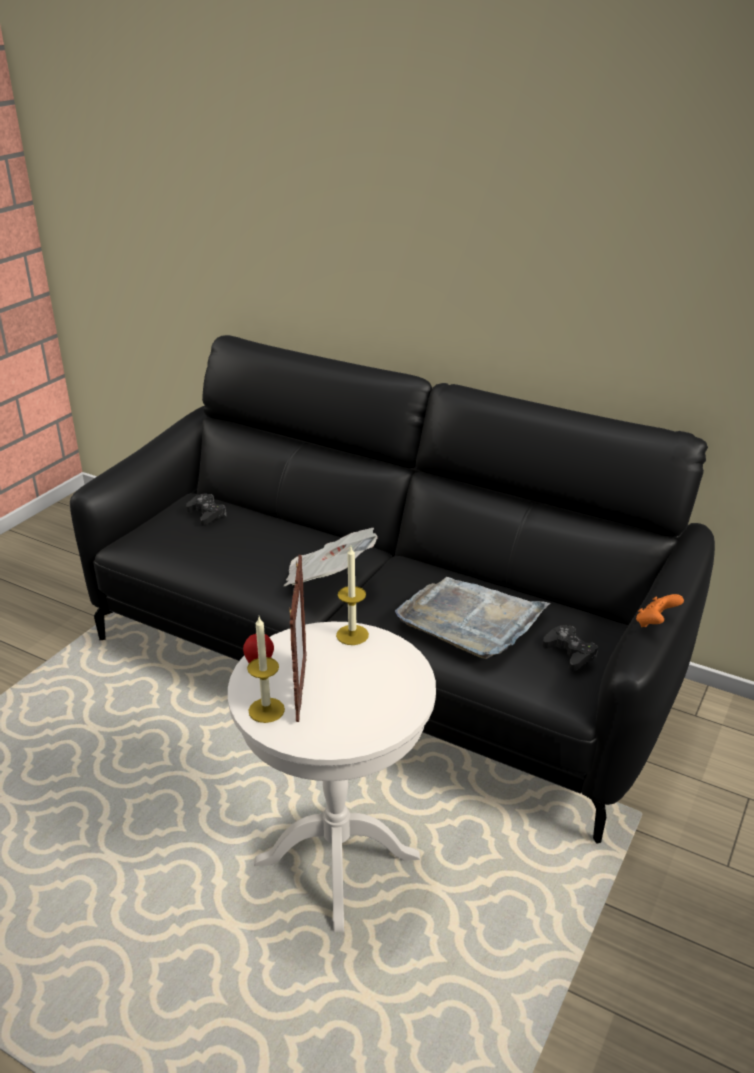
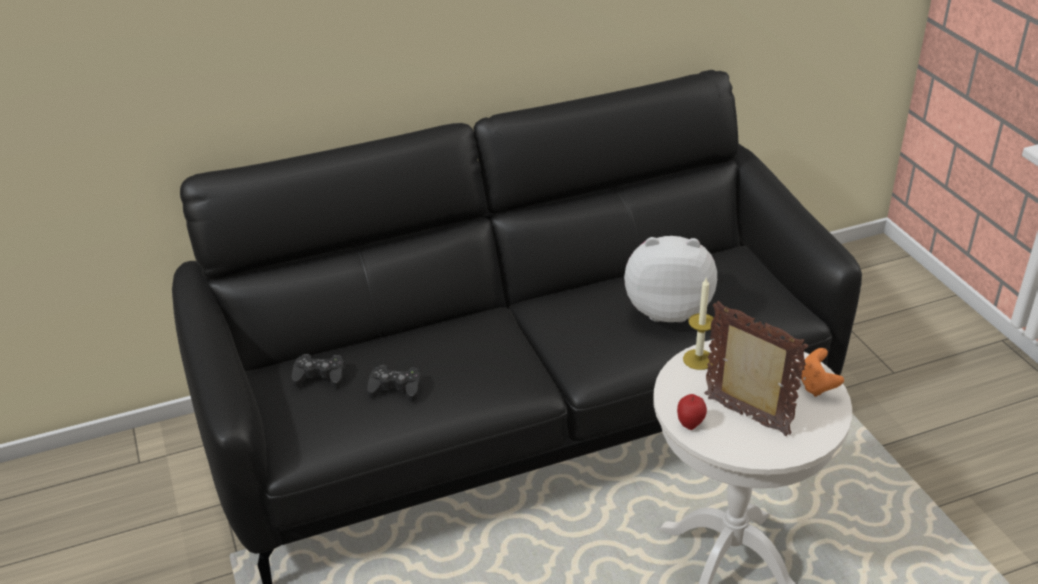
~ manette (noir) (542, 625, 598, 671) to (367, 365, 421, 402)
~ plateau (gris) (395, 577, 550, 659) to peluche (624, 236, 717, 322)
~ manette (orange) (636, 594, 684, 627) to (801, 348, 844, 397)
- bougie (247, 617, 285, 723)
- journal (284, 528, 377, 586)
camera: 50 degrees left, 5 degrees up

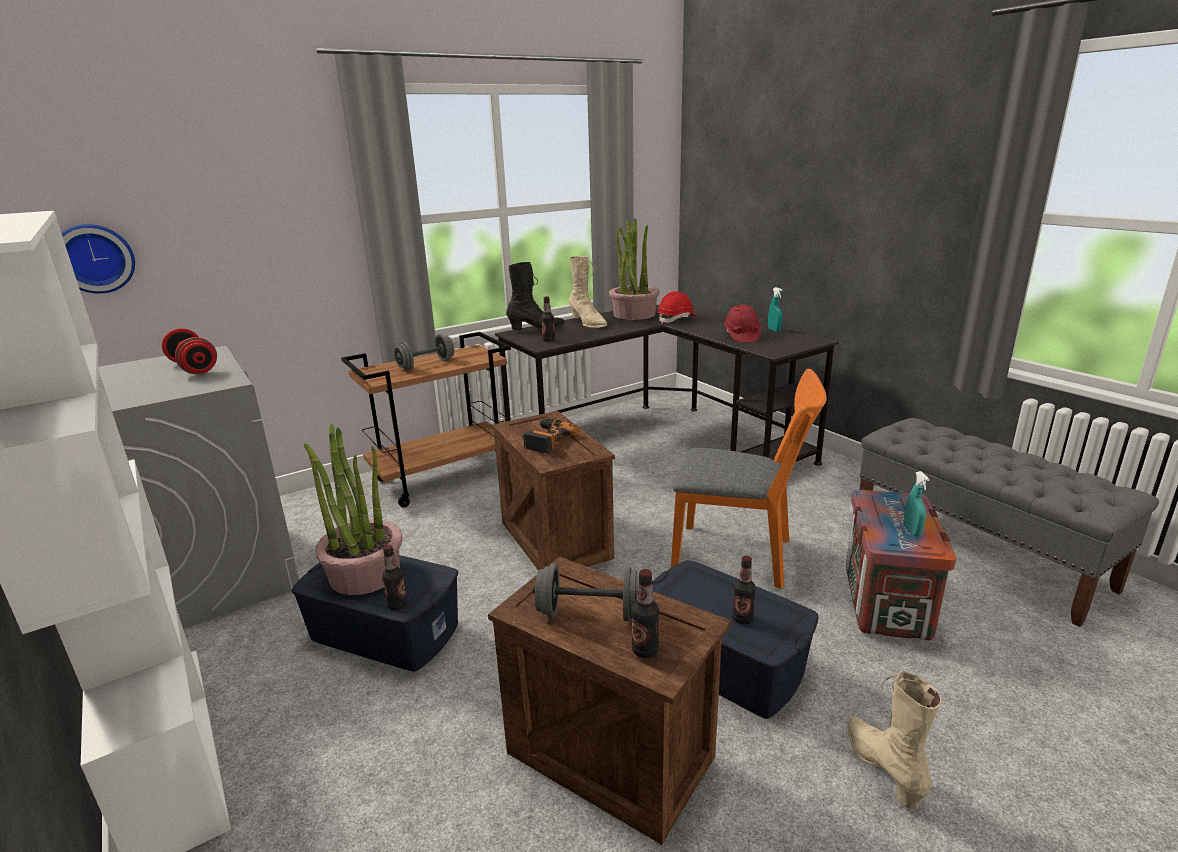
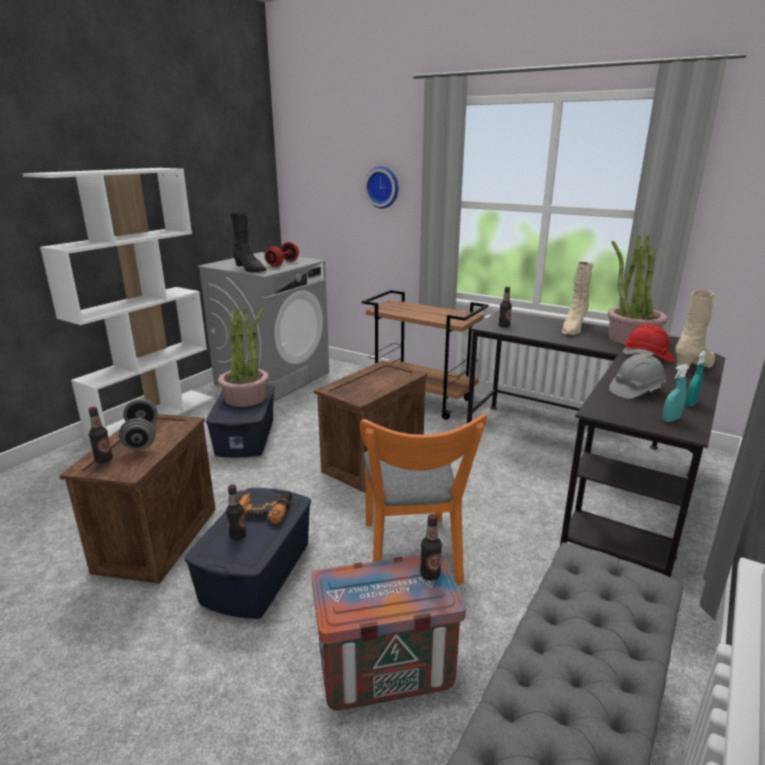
~ botte (noir) (506, 262, 565, 330) to (230, 212, 267, 273)
~ perceuse (523, 419, 580, 454) to (237, 490, 292, 524)
~ horloge murale (62, 224, 135, 294) to (364, 166, 398, 209)
~ bouteille (382, 545, 407, 610) to (420, 514, 442, 581)
~ casque de chantier (rouge) (723, 304, 761, 342) to casque de chantier (gris) (609, 354, 666, 399)
~ vaporisateur (turquoise) (903, 471, 930, 537) to (662, 364, 689, 422)
~ botte (beige) (847, 670, 942, 809) to (675, 290, 715, 369)
- haltère (gris) (394, 334, 454, 370)
camera: 65 degrees right, 0 degrees up

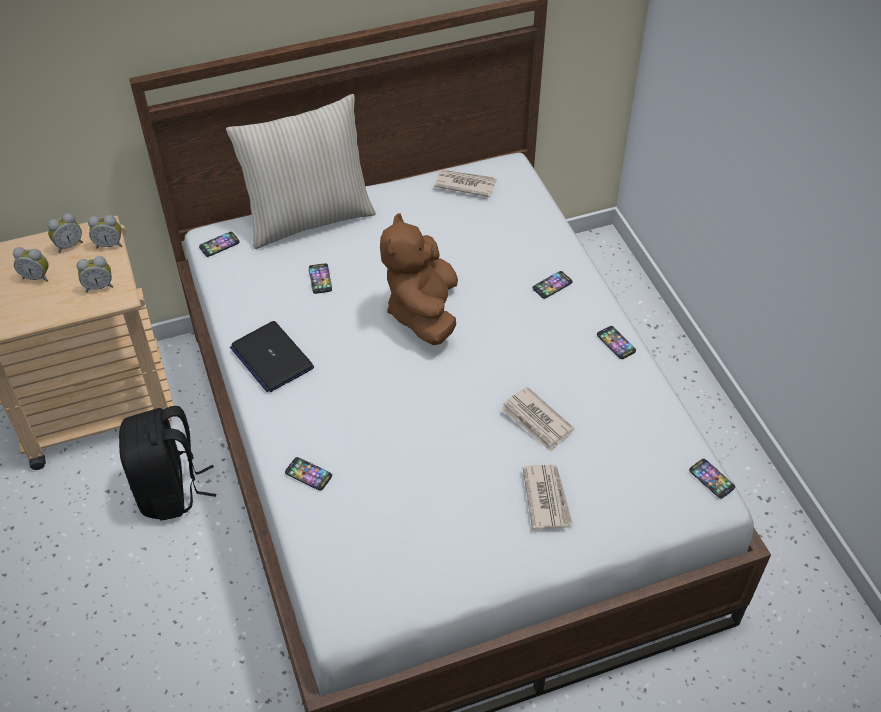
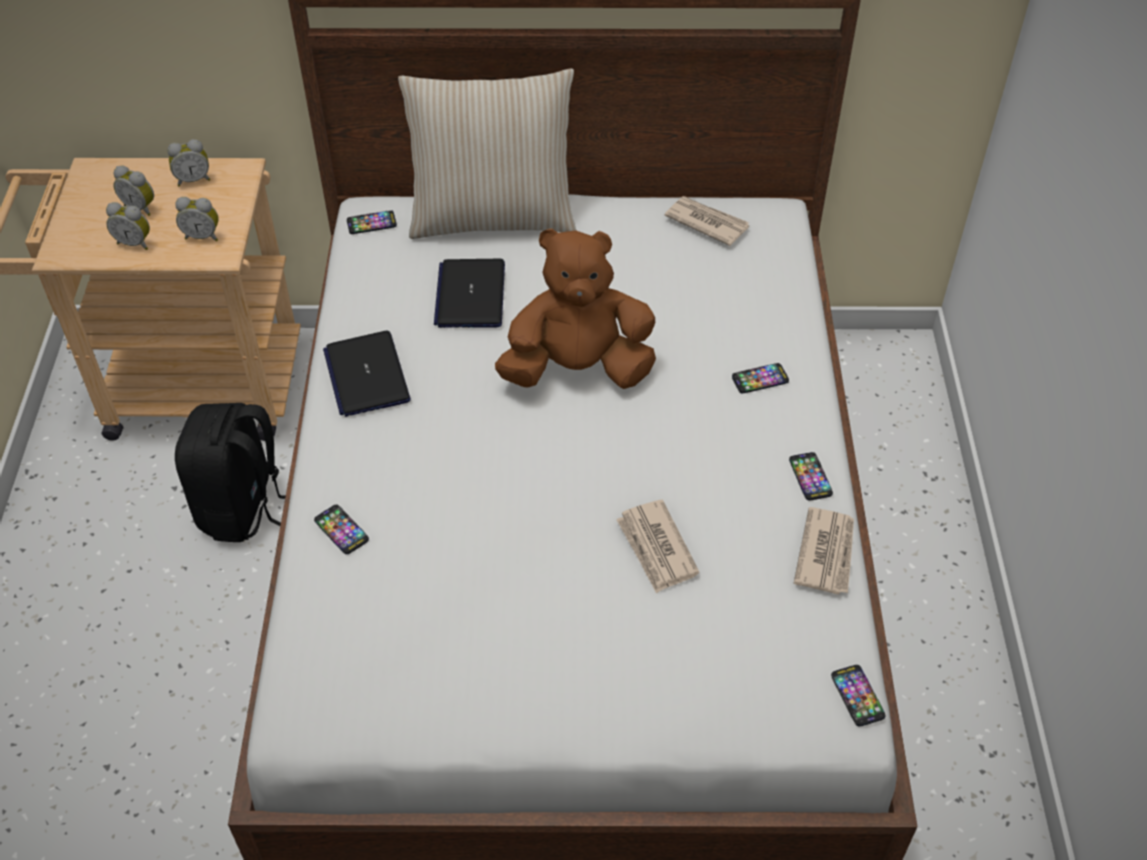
~ réveil (88, 215, 122, 249) to (106, 202, 150, 250)
~ téléphone (309, 263, 332, 294) to ordinateur portable (434, 259, 505, 328)
~ peluche (marron) (380, 213, 458, 345) = (495, 228, 656, 389) 60 degrees clockwise
~ journal (523, 465, 573, 530) to (794, 507, 854, 594)
camera: 20 degrees right, 0 degrees up

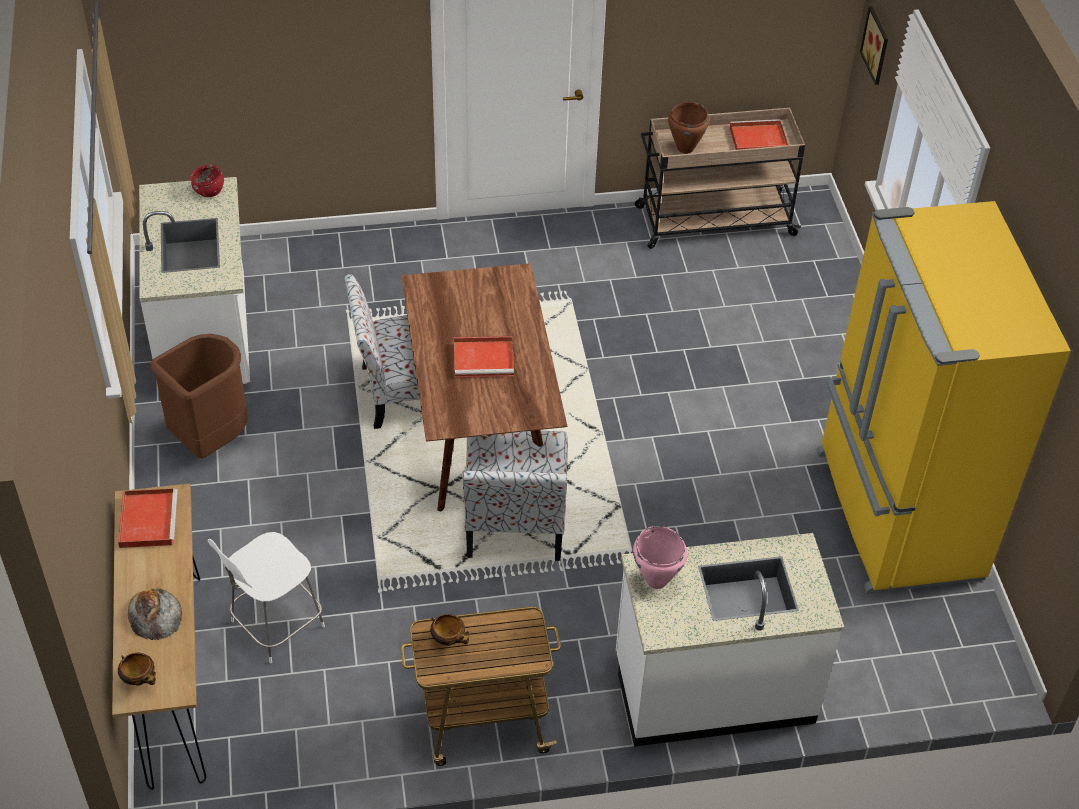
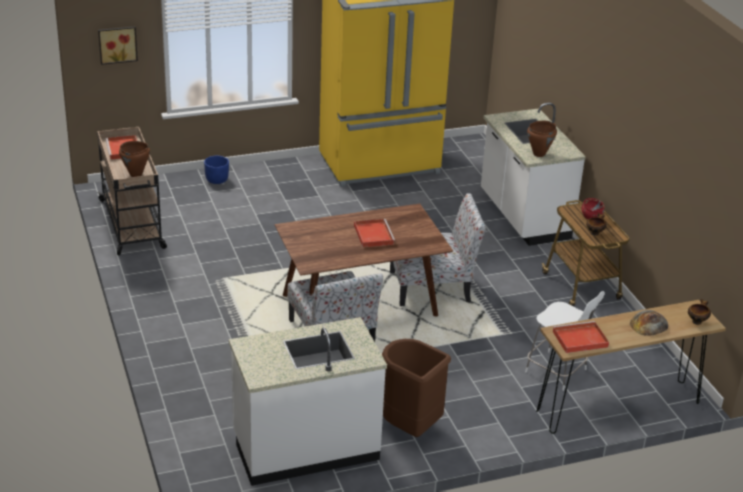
+ cache-pot (bleu) (204, 156, 229, 184)
~ marmite (rose) (633, 526, 688, 589) to marmite (marron) (527, 121, 557, 157)
~ bol (rouge) (190, 165, 224, 197) to (582, 198, 604, 220)
camera: 100 degrees left, 15 degrees down

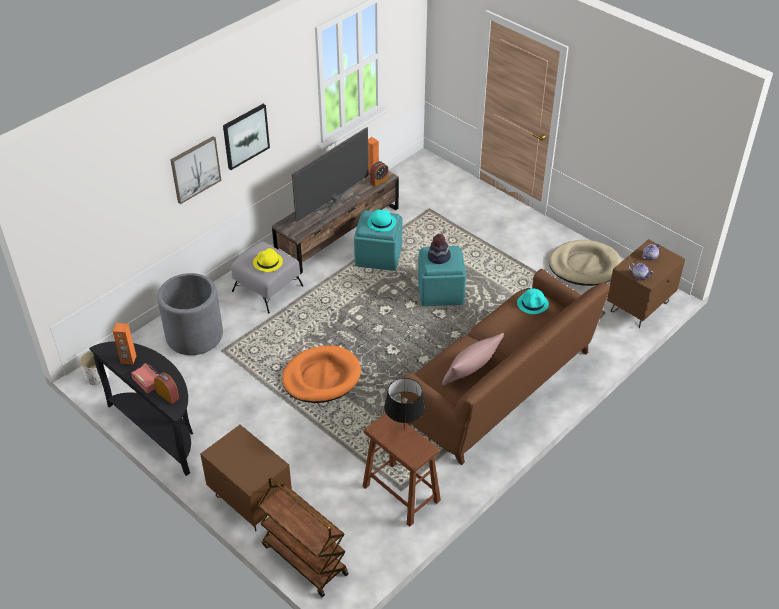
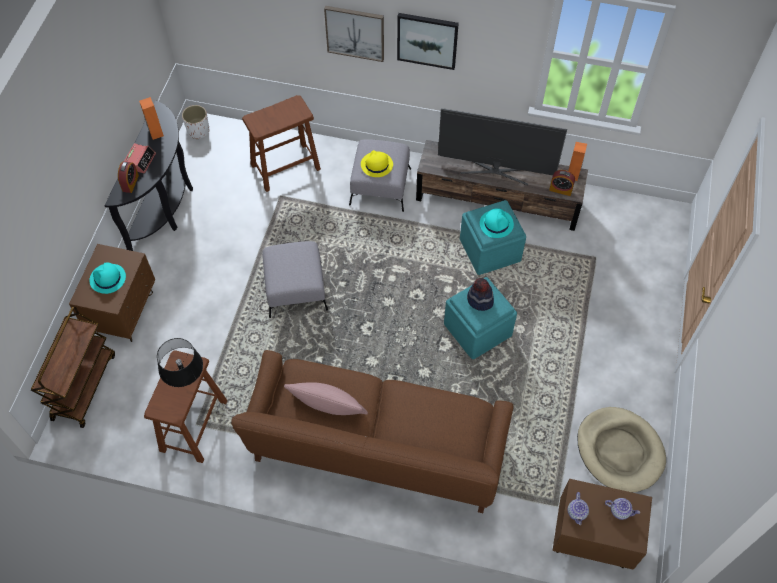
~ chapeau (turquoise) (517, 288, 549, 314) to (89, 262, 126, 294)
~ cache-pot (gris) (157, 273, 223, 355) to tabouret (marron) (242, 95, 321, 192)
~ panier pour chien (orange) (282, 346, 361, 403) to pouf (gris) (262, 241, 328, 318)
camera: 60 degrees right, 15 degrees up

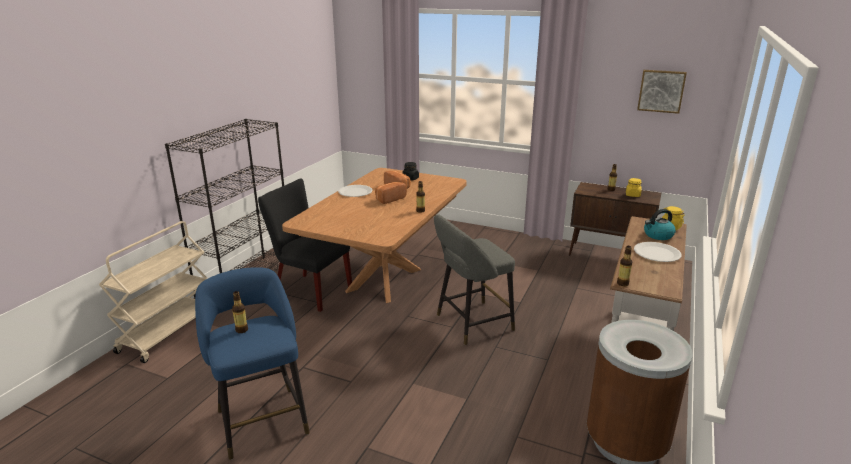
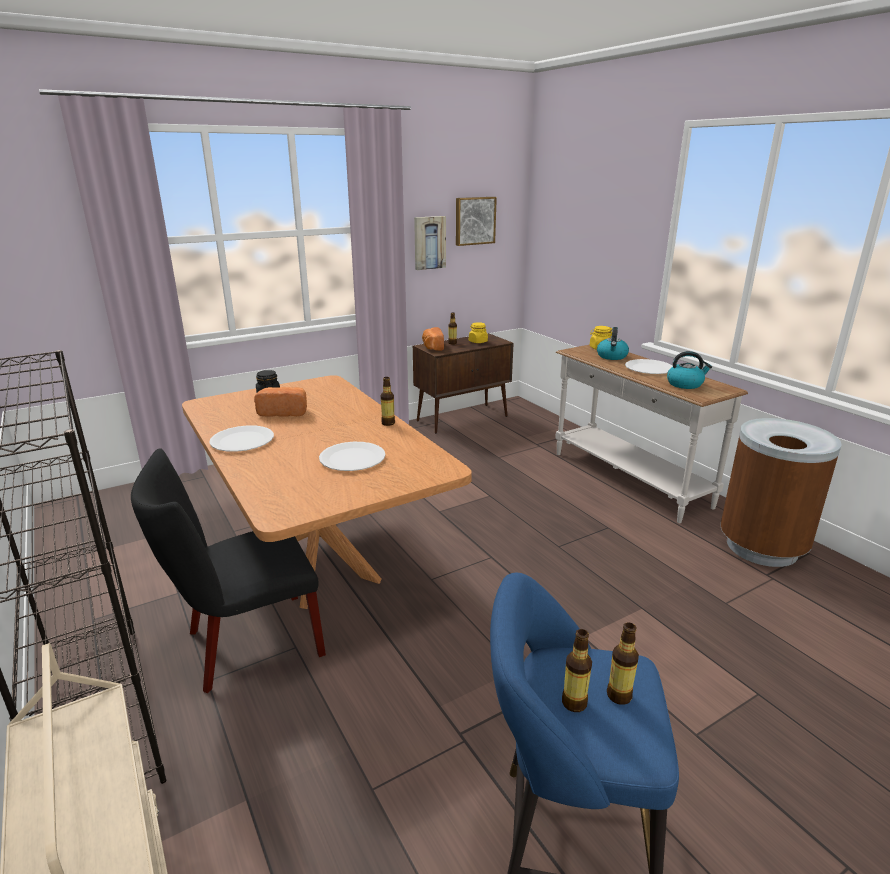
+ assiette (blanc) (319, 442, 386, 471)
+ tableau (414, 216, 446, 270)
~ pain (375, 182, 407, 204) to (422, 327, 444, 351)
~ bouteille (617, 246, 632, 286) to (607, 622, 639, 705)
+ bouilloire (667, 351, 712, 389)
- tabouret (gris) (434, 214, 515, 345)
camera: 55 degrees left, 0 degrees up

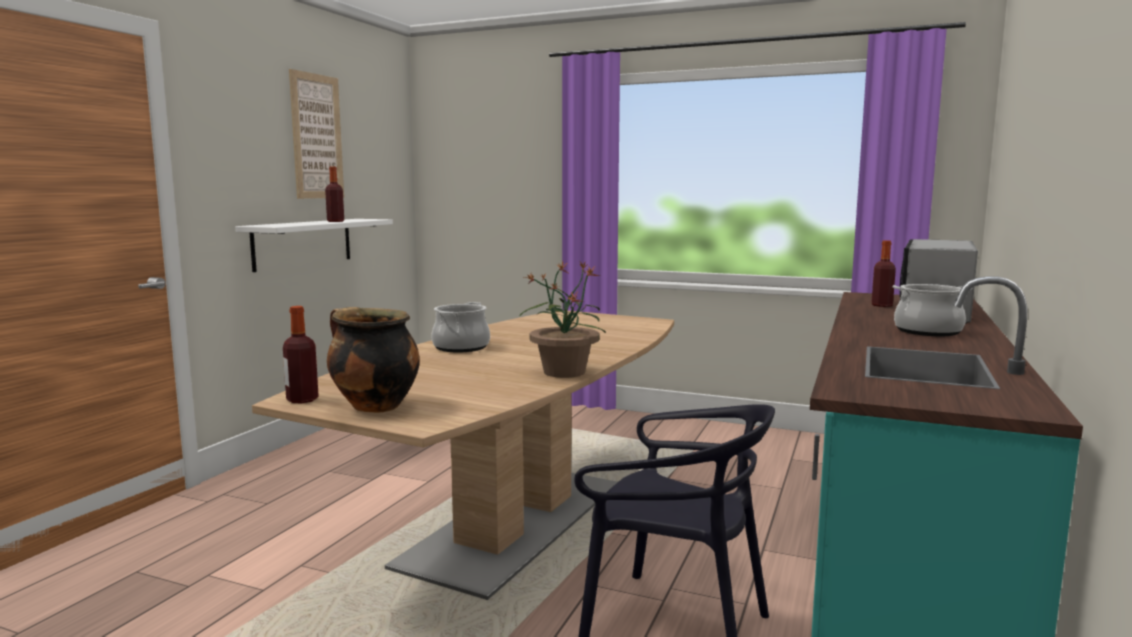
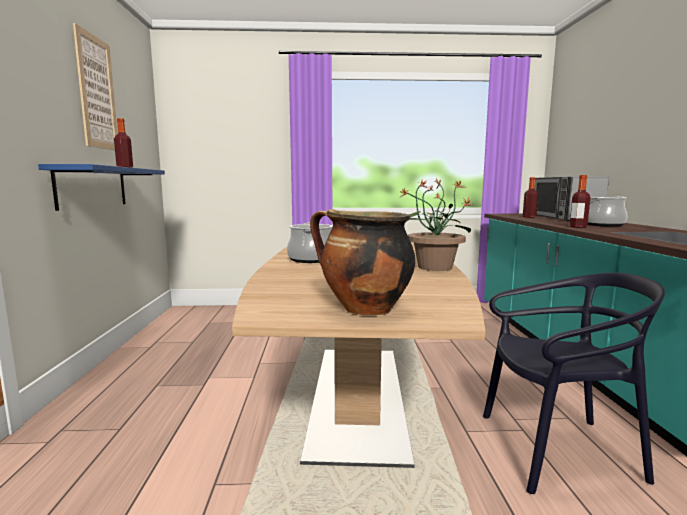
~ étagère (blanc) (235, 219, 393, 272) to étagère (bleu) (38, 164, 165, 211)
~ bouteille (283, 306, 319, 403) to (570, 175, 590, 228)
camera: 25 degrees left, 0 degrees up

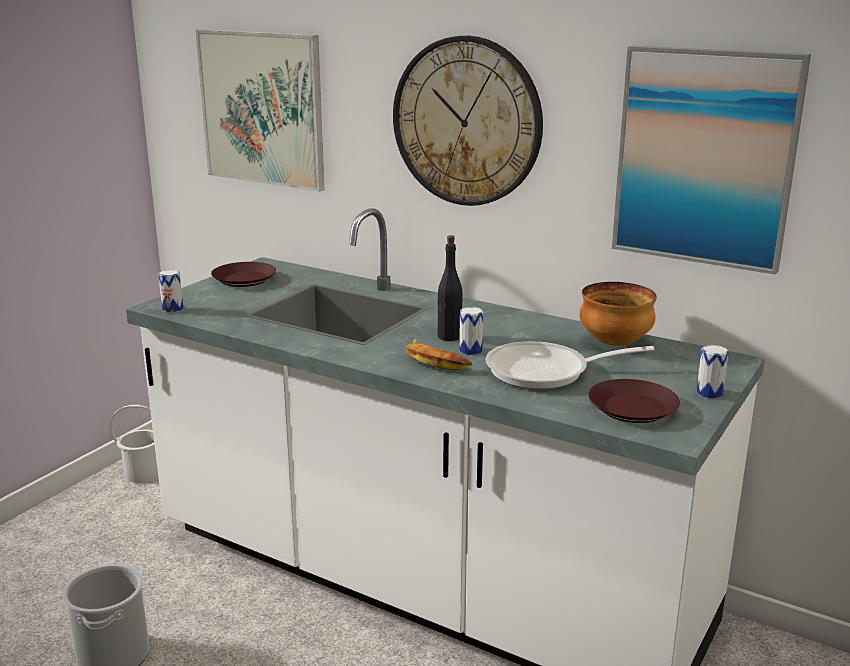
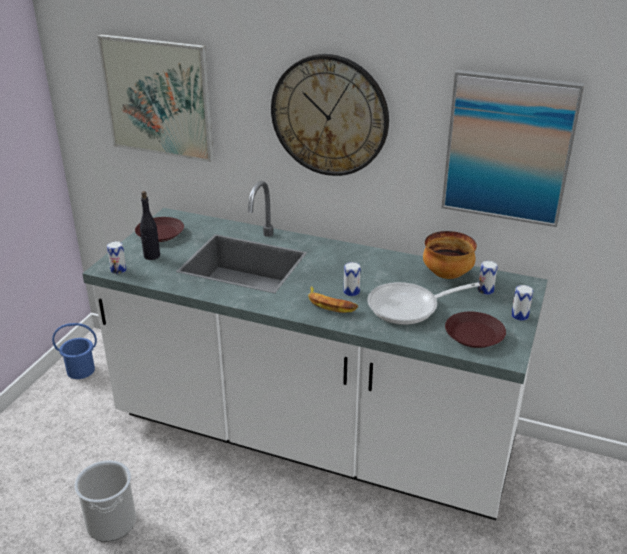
~ seau (blanc) (109, 405, 158, 483) to seau (bleu) (52, 323, 97, 379)
~ bouteille (noir) (437, 235, 463, 341) to (140, 191, 160, 260)
+ boîte métallique (478, 261, 498, 295)
camera: 10 degrees left, 10 degrees up

